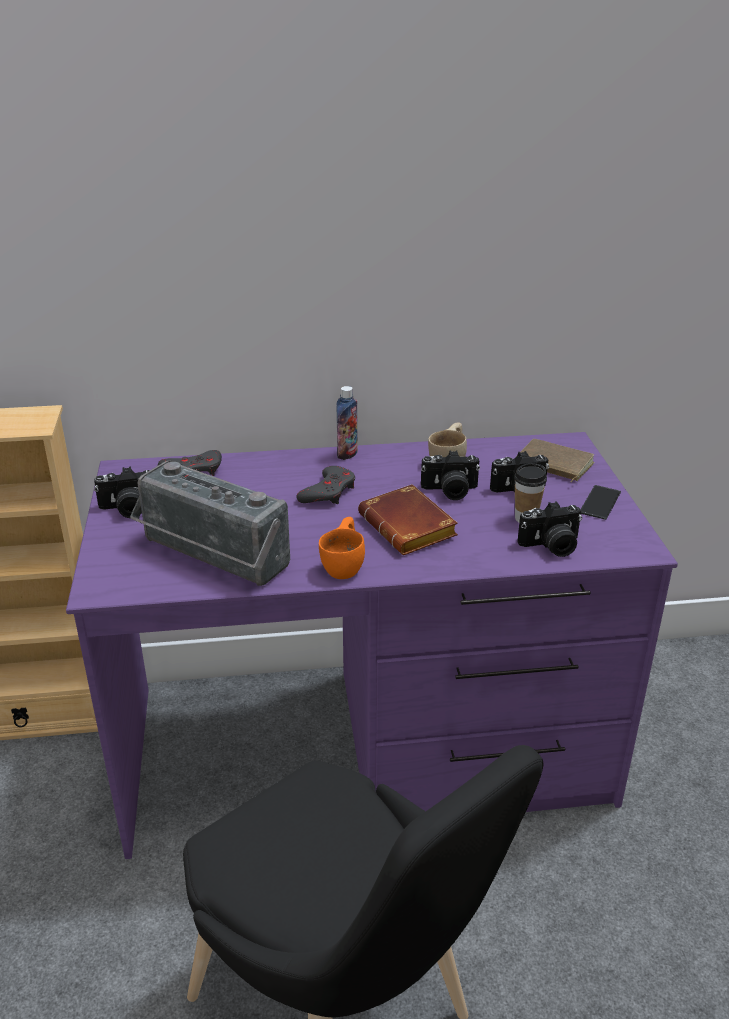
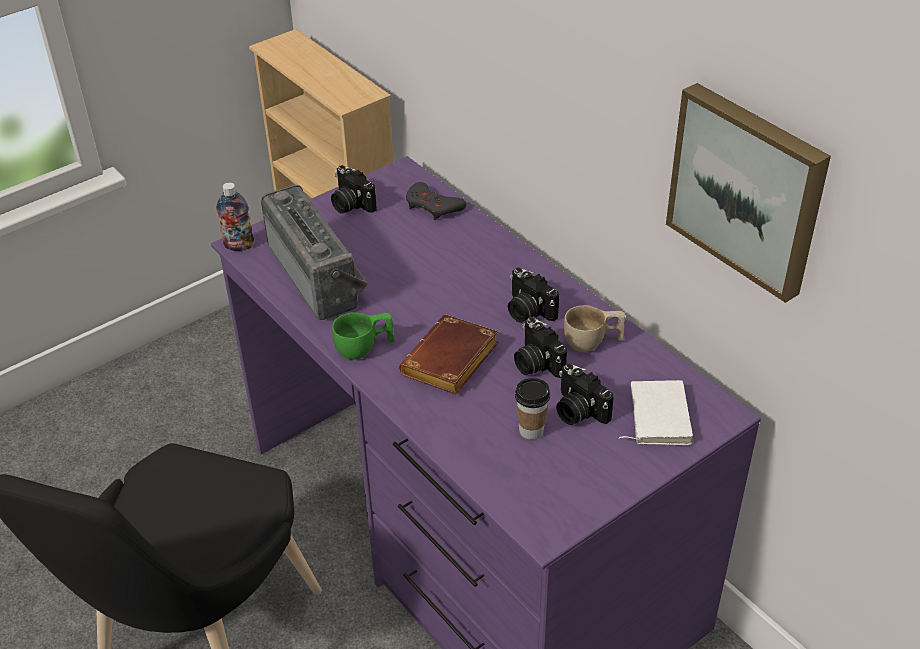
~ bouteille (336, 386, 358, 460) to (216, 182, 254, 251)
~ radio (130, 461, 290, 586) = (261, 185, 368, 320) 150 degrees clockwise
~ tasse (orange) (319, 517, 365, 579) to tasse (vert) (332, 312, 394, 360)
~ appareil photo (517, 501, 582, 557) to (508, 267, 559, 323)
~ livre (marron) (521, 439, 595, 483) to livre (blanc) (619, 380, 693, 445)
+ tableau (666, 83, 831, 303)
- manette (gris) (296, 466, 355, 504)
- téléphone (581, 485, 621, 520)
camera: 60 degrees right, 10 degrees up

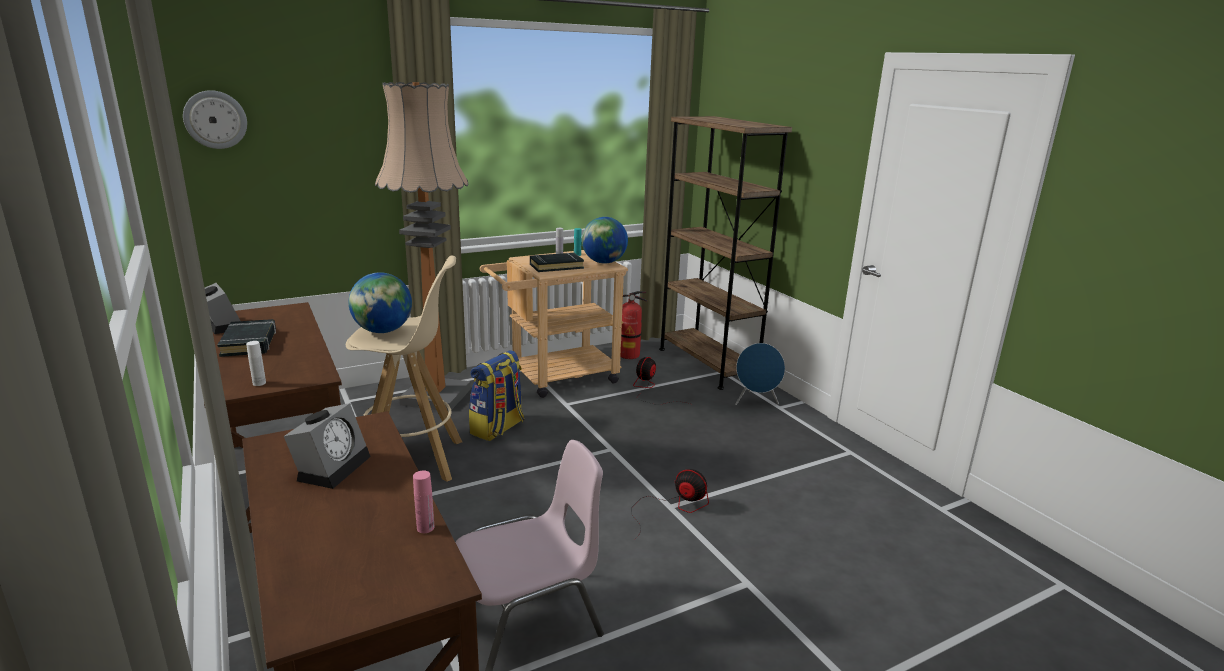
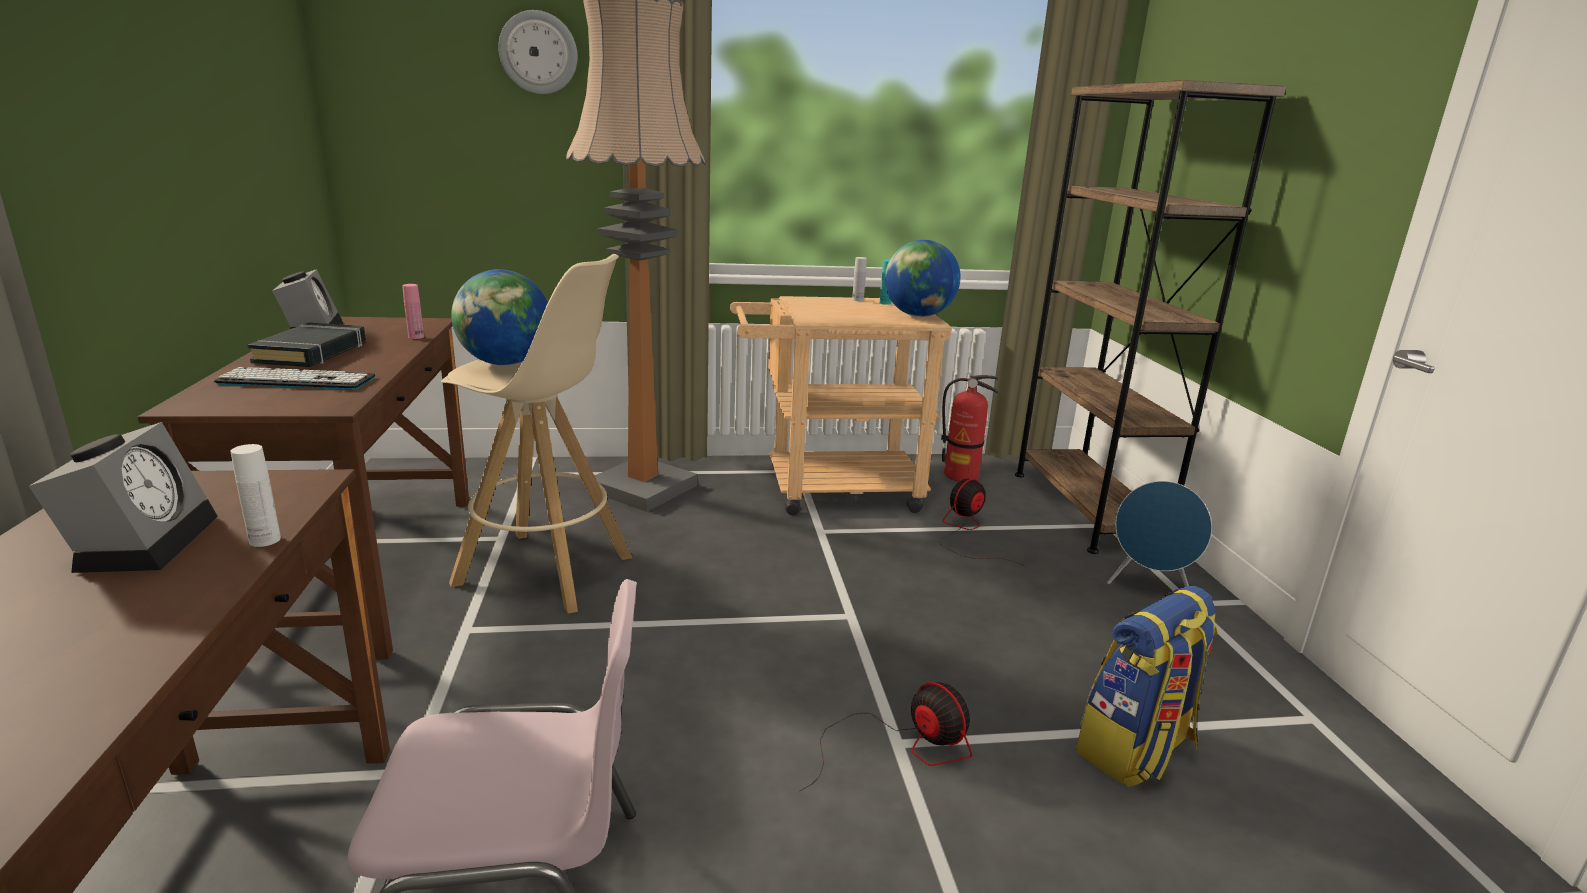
~ réveil (284, 403, 371, 489) = (29, 422, 218, 573) 45 degrees counterclockwise
+ clavier (214, 367, 375, 390)
~ bouteille (blanc) (246, 341, 266, 386) to (230, 444, 281, 547)
~ bouteille (rose) (413, 471, 434, 533) to (402, 284, 424, 339)
~ horloge murale (183, 90, 247, 149) to (498, 10, 577, 94)
~ sac à dos (469, 350, 524, 441) to (1076, 586, 1218, 787)
- livre (noir) (530, 253, 584, 272)
camera: 20 degrees right, 0 degrees up

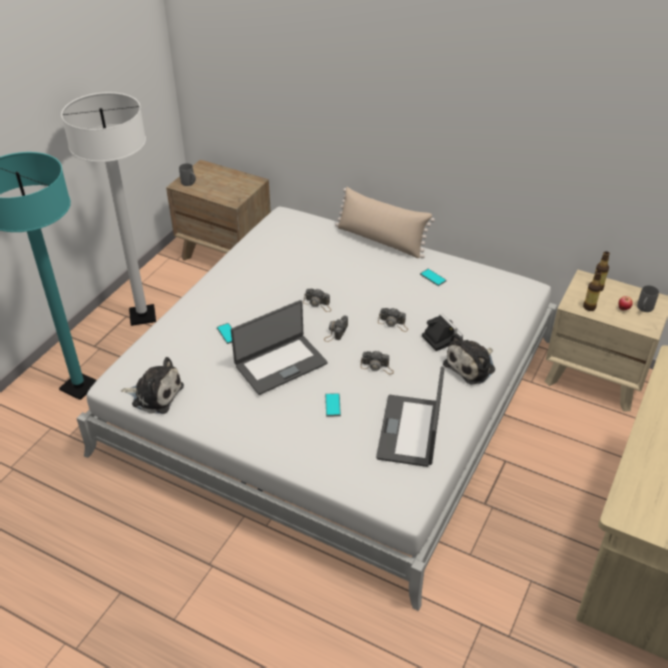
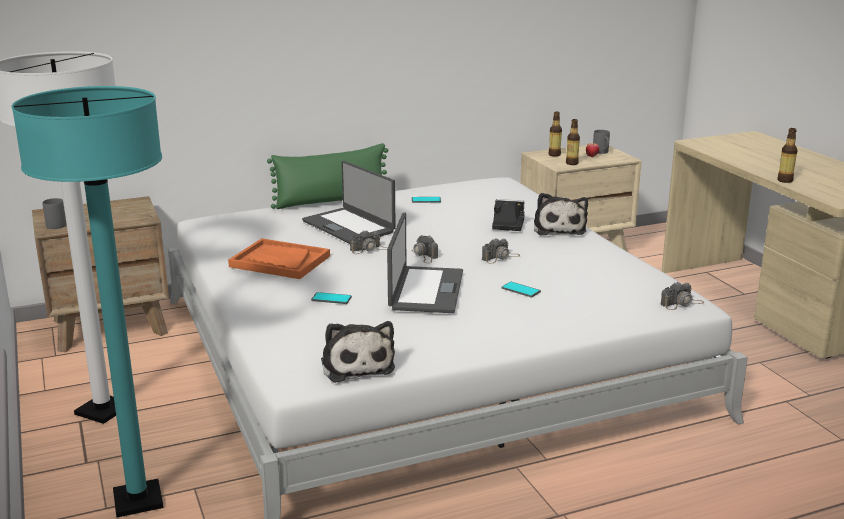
+ plateau (orange) (228, 238, 330, 279)
~ coussin (beige) (335, 187, 435, 258) to coussin (vert) (267, 143, 388, 209)
~ ordinateur portable (376, 366, 444, 467) to (302, 161, 396, 244)
~ peluche (121, 357, 184, 414) = (321, 321, 395, 383) 105 degrees clockwise
~ appareil photo (378, 308, 408, 332) to (660, 282, 704, 310)
+ bouteille (777, 128, 798, 183)
camera: 50 degrees left, 20 degrees down

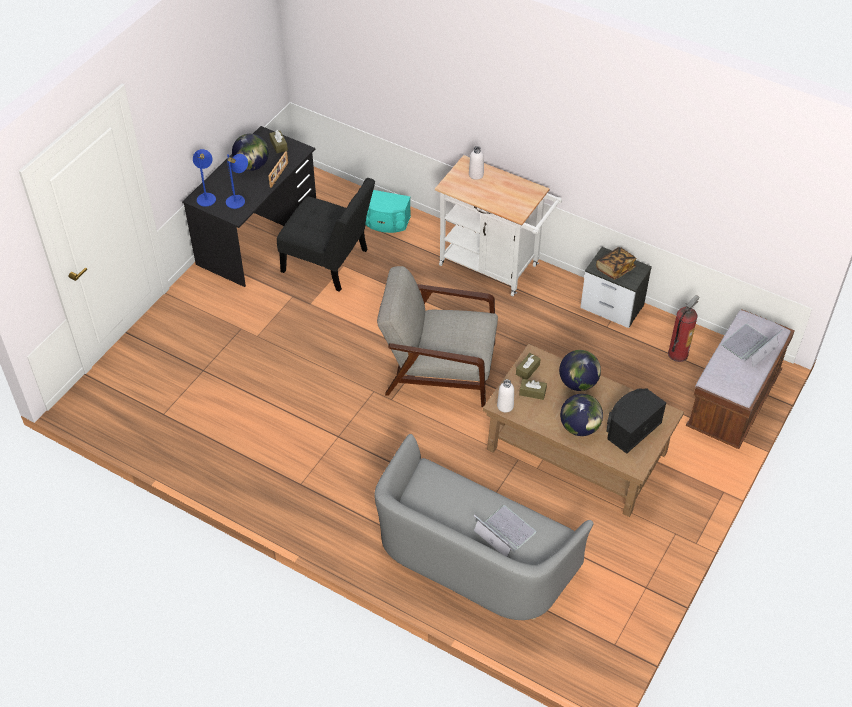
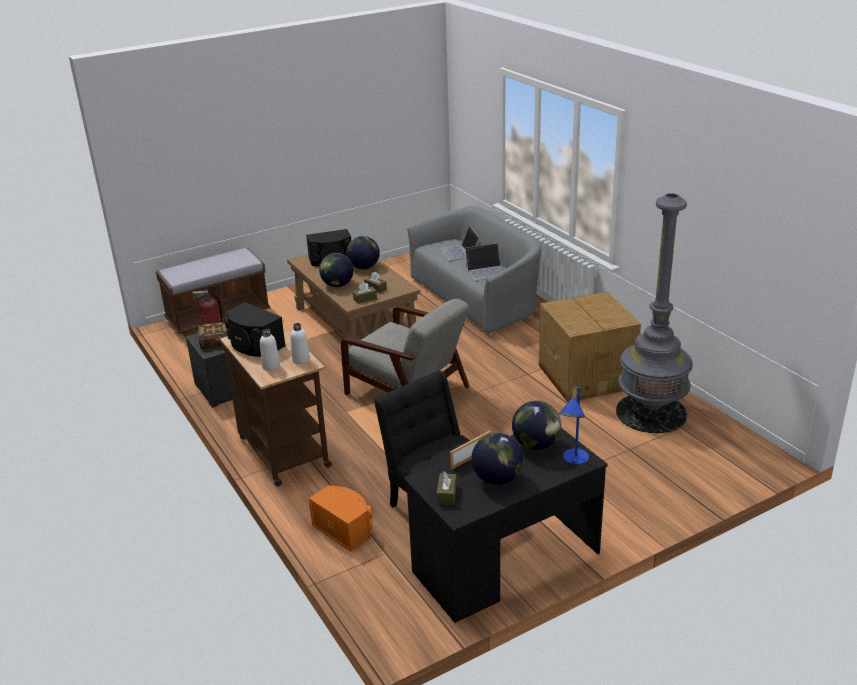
~ chariot (blanc) (435, 155, 562, 296) to chariot (marron) (216, 325, 332, 487)
+ enceinte (noir) (224, 302, 286, 357)
~ bouteille (blanc) (497, 379, 514, 412) to (290, 323, 310, 364)
~ enceinte (turquoise) (365, 190, 411, 233) to enceinte (orange) (309, 485, 372, 552)
~ ordinateur portable (721, 324, 785, 367) to (465, 243, 503, 281)
~ lampe de table (bleu) (226, 154, 248, 209) to globe (512, 401, 561, 450)
+ carton (539, 292, 641, 403)
+ lampadaire (gris) (616, 193, 693, 433)
camera: 150 degrees left, 20 degrees down

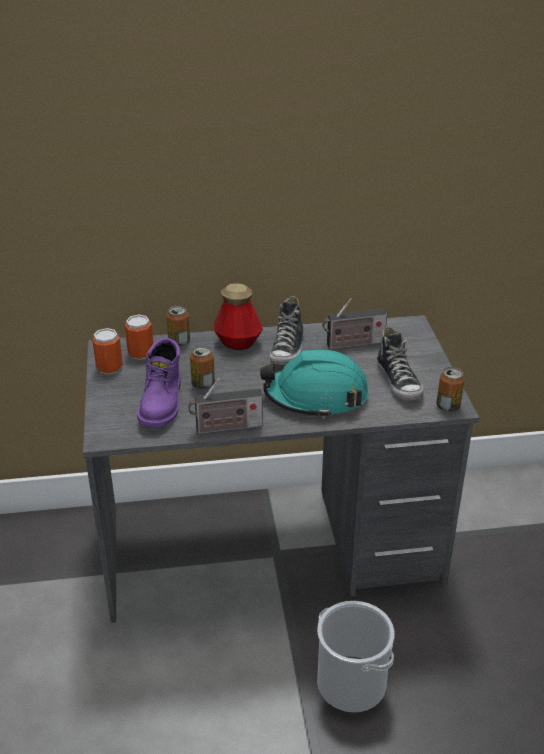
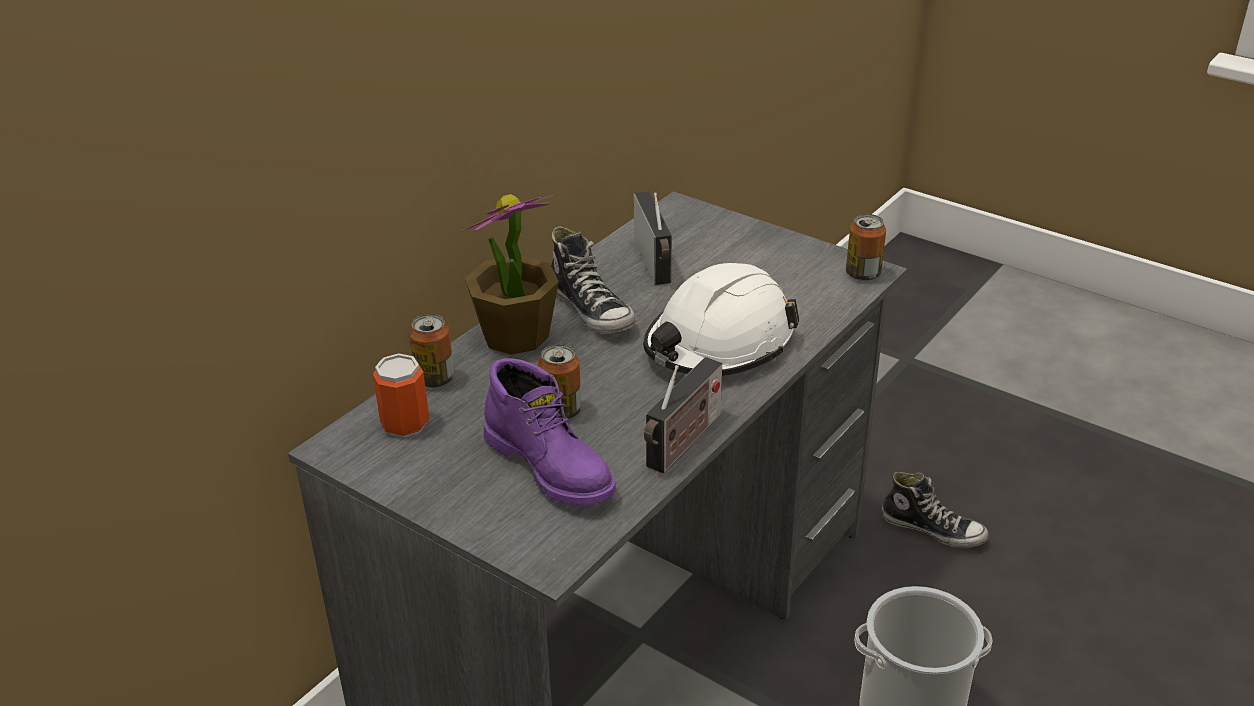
~ bouteille (214, 283, 263, 350) to plante en pot (461, 194, 559, 355)
~ radio (322, 298, 387, 349) = (634, 191, 672, 285) 45 degrees counterclockwise
~ casque de chantier (turquoise) (260, 350, 368, 419) to casque de chantier (blanc) (643, 263, 799, 376)
~ chaussure (377, 326, 424, 400) to (882, 472, 989, 548)
- boîte métallique (92, 328, 123, 375)
camera: 45 degrees left, 0 degrees up

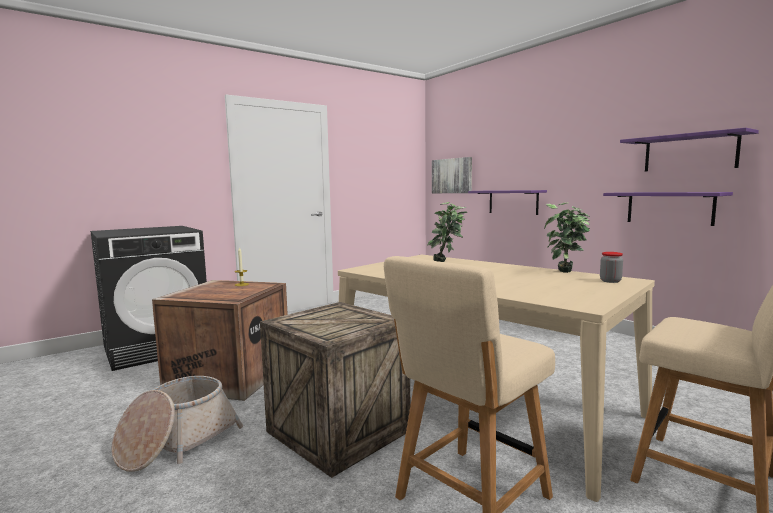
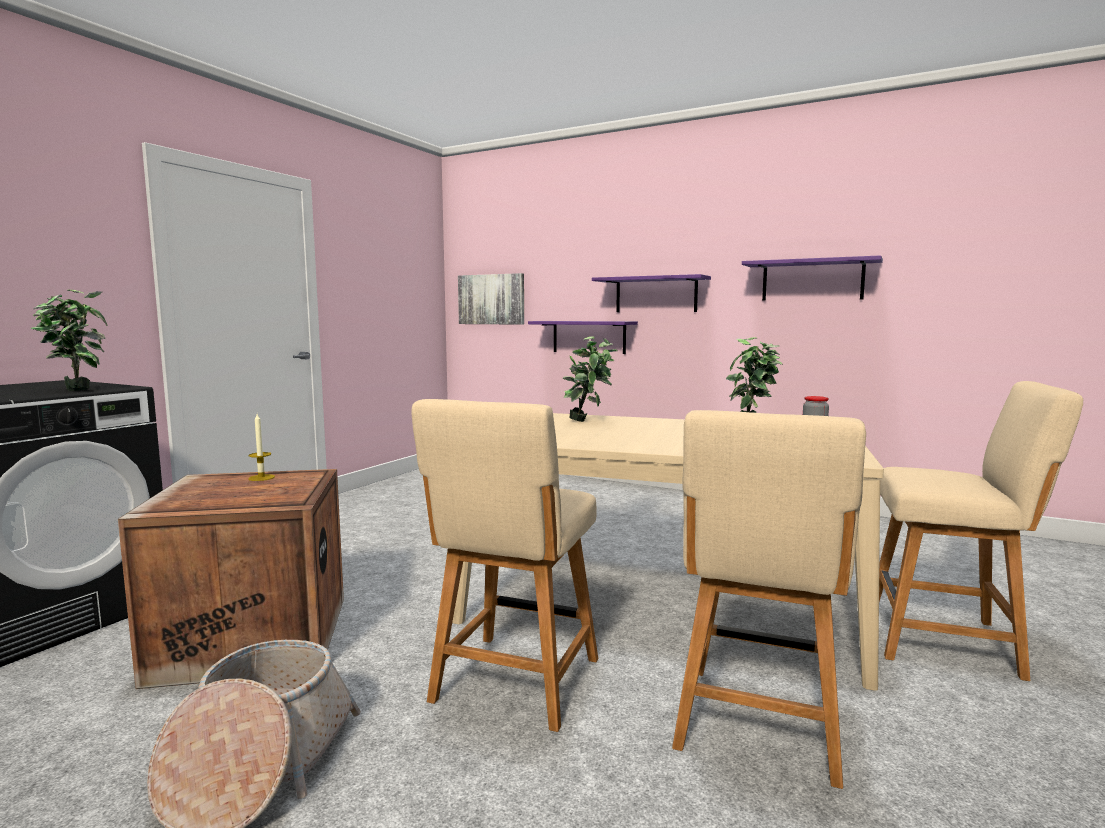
+ plante en pot (31, 289, 108, 391)
~ caisse (260, 302, 410, 478) to chaise (beige) (411, 399, 598, 732)
~ étagère (violet) (603, 192, 733, 226) to (592, 274, 711, 312)
camera: 25 degrees left, 0 degrees up

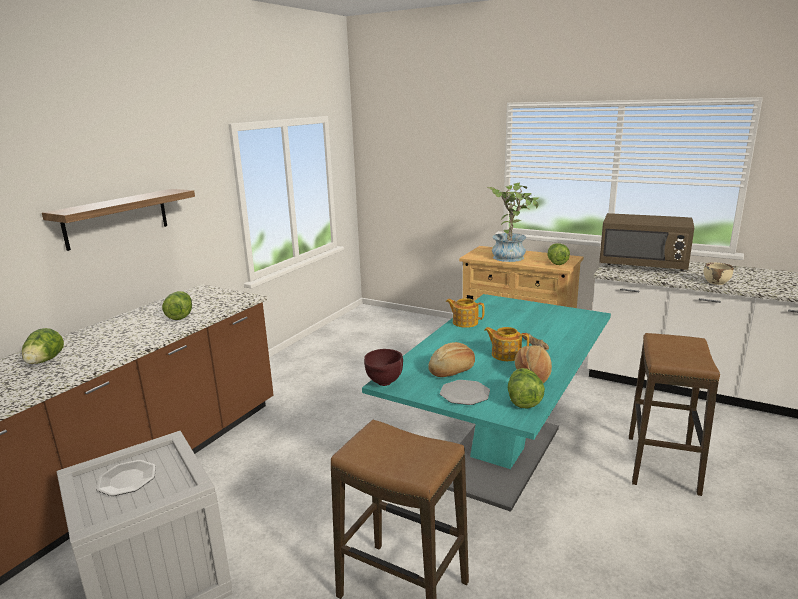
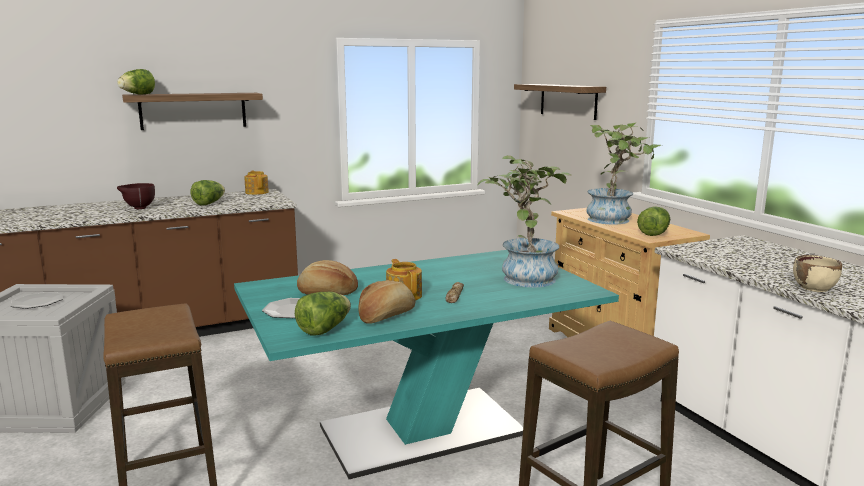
~ laitue (22, 328, 64, 364) to (117, 69, 155, 95)
~ bol (marron) (364, 349, 403, 386) to (117, 183, 155, 209)
~ théière (446, 298, 485, 328) to (244, 171, 269, 195)
+ plante en pot (477, 155, 572, 288)
+ étagère (514, 84, 606, 120)
- micro-ondes (marron) (599, 213, 694, 271)
camera: 35 degrees right, 5 degrees down

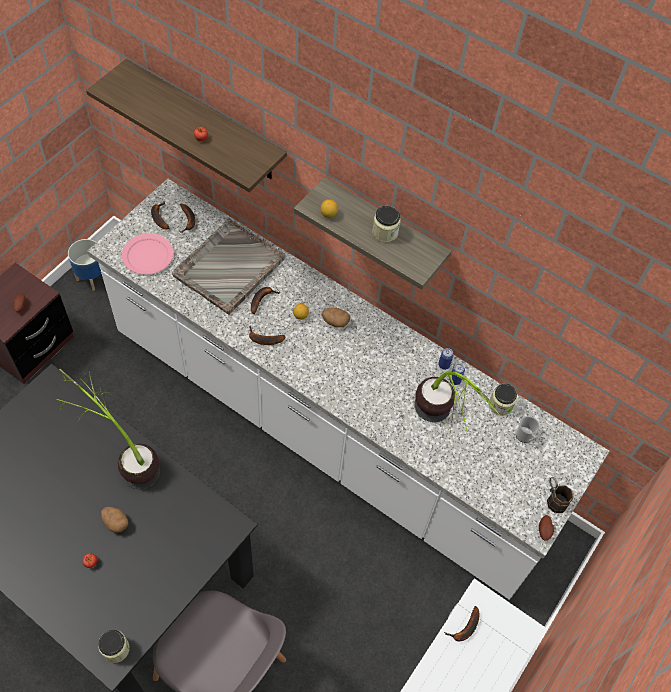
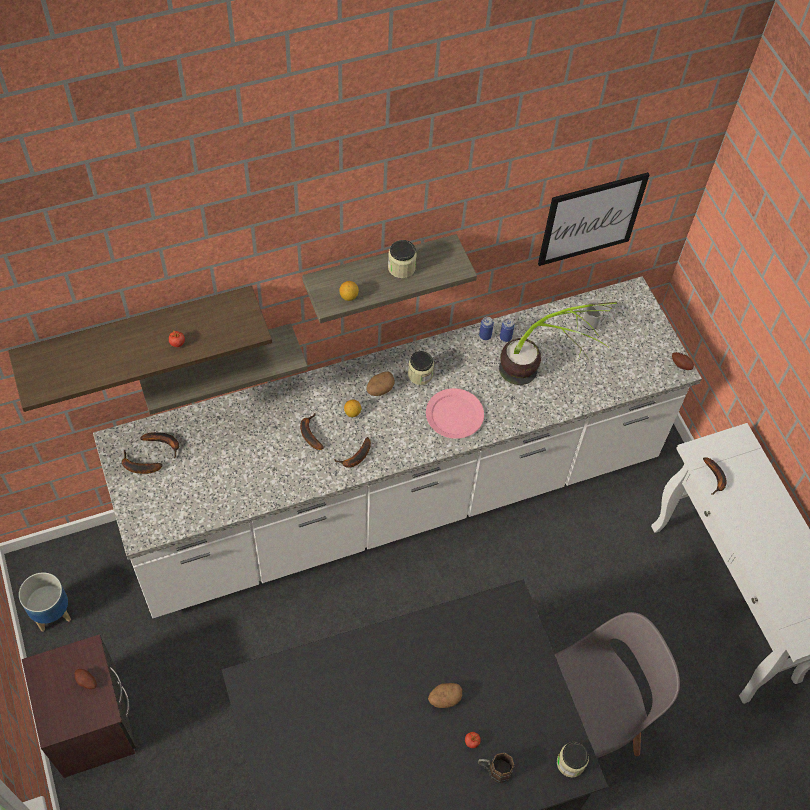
+ étagère (139, 323, 308, 415)
~ bocal (489, 384, 517, 416) to (408, 351, 434, 385)
~ assiette (rose) (122, 233, 173, 275) to (426, 388, 484, 439)
~ mug (marron) (547, 477, 573, 513) to (478, 753, 514, 783)
+ tableau (538, 172, 650, 266)
- plante en pot (56, 369, 160, 489)
- plateau (gris) (172, 219, 285, 315)
camera: 55 degrees left, 0 degrees up

